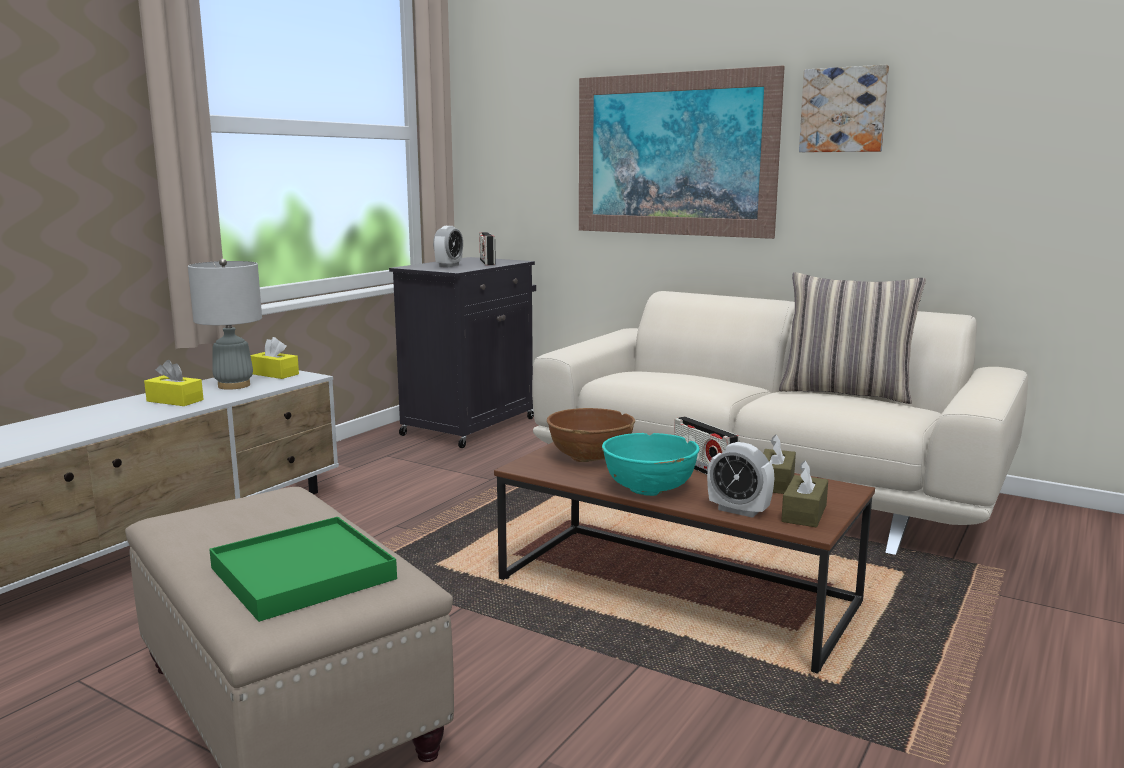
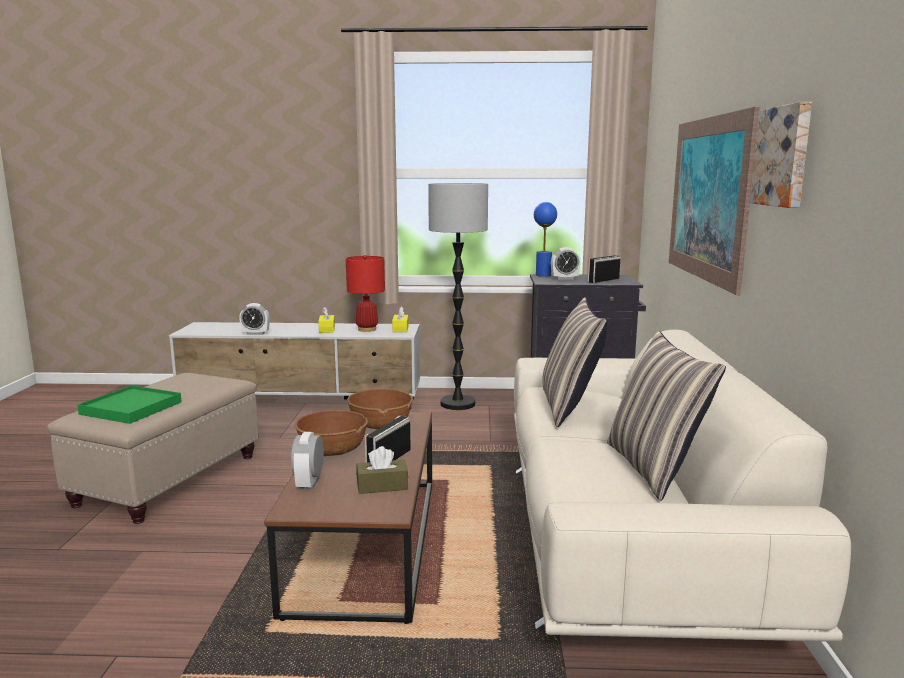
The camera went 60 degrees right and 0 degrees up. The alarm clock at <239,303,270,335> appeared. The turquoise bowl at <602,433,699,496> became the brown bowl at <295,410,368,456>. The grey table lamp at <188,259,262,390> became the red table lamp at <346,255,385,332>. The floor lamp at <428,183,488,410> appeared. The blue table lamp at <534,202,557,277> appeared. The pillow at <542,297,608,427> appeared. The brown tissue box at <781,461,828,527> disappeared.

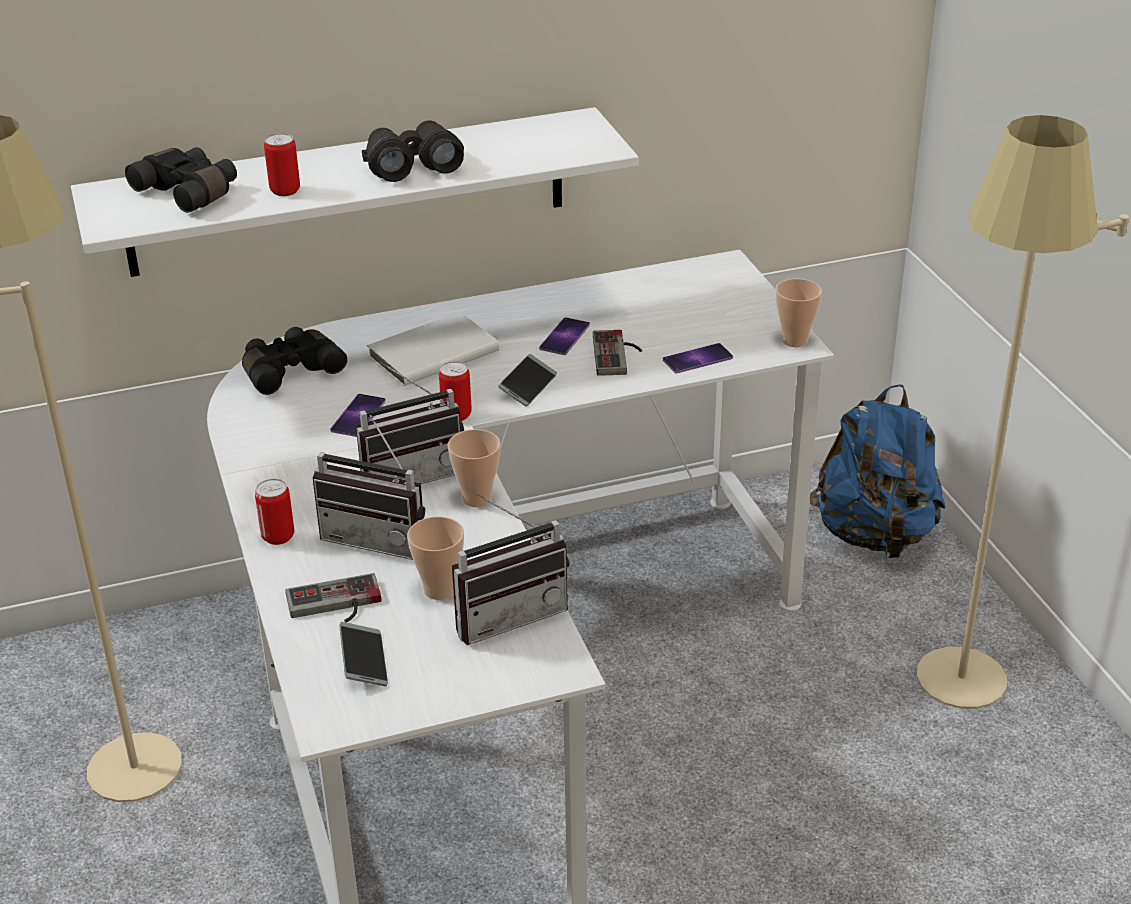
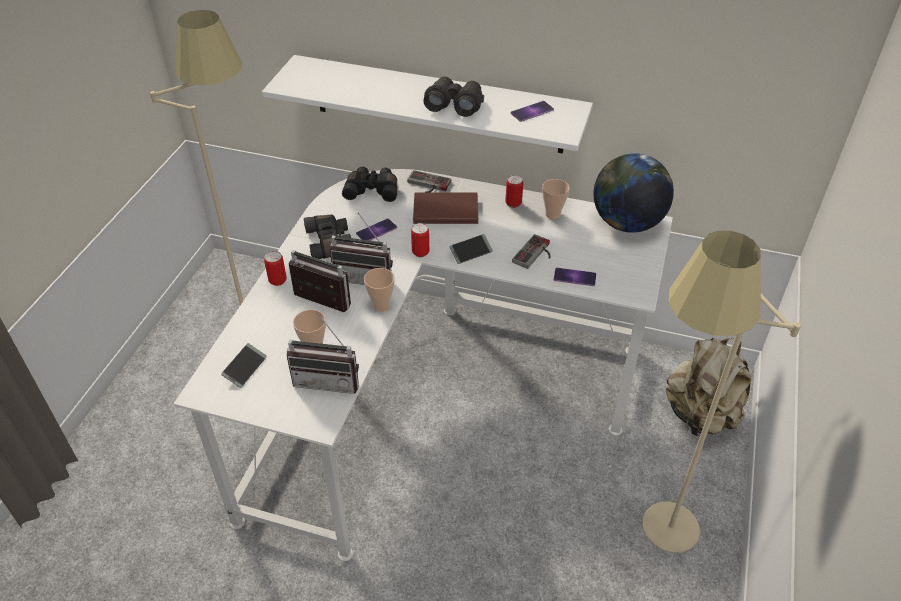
The camera went 35 degrees right and 10 degrees up. The radio at <313,415,425,560> turned 150 degrees clockwise. The black binoculars moved from <125,147,237,213> to <304,215,352,259>. The game controller moved from <286,573,381,623> to <407,170,451,193>. The white book at <367,312,499,386> became the brown book at <413,193,478,224>. The can moved from <264,133,300,196> to <506,175,523,208>. The phone moved from <539,317,590,355> to <511,101,554,122>. The cup moved from <775,279,822,347> to <542,179,570,219>. The globe at <594,153,674,233> appeared. The blue backpack at <810,384,945,558> became the beige backpack at <665,337,751,436>.

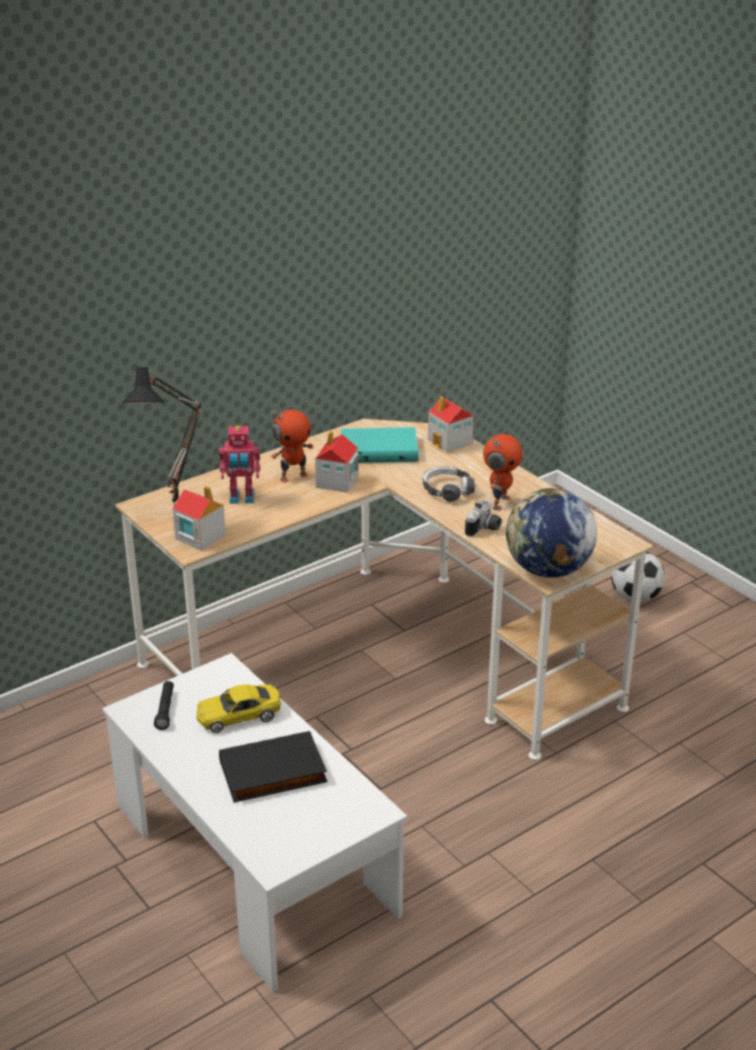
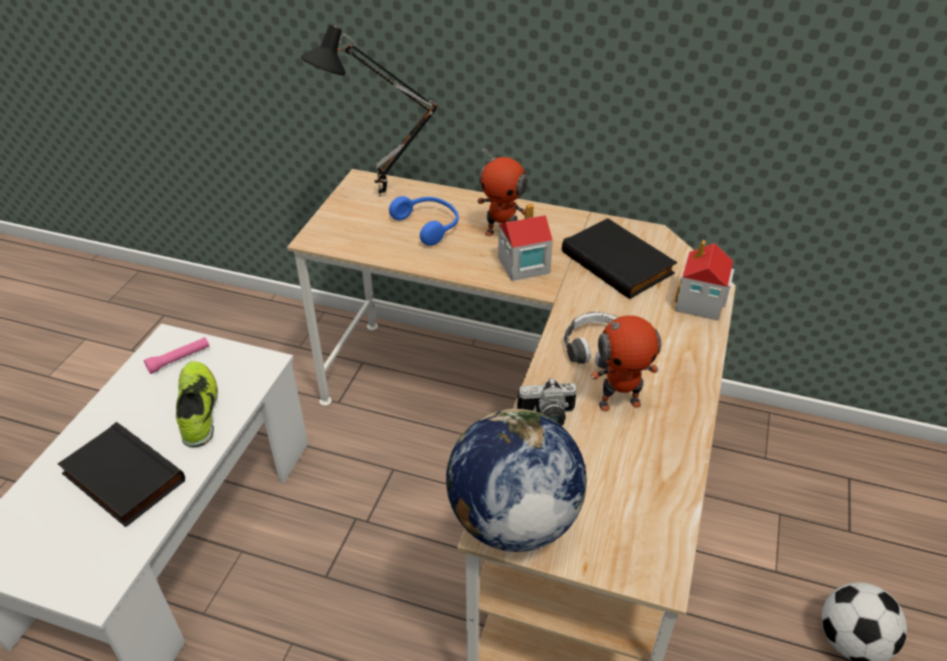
The camera went 55 degrees right and 10 degrees up. The black flashlight at <154,681,174,730> became the pink flashlight at <144,337,209,374>. The yellow toy car at <196,684,281,733> was replaced by the shoe at <176,361,218,447>. The toy robot at <219,426,260,504> was replaced by the blue headphones at <389,196,459,246>. The turquoise book at <341,427,419,463> became the black book at <562,218,677,299>. The toy house at <173,486,226,551> disappeared.

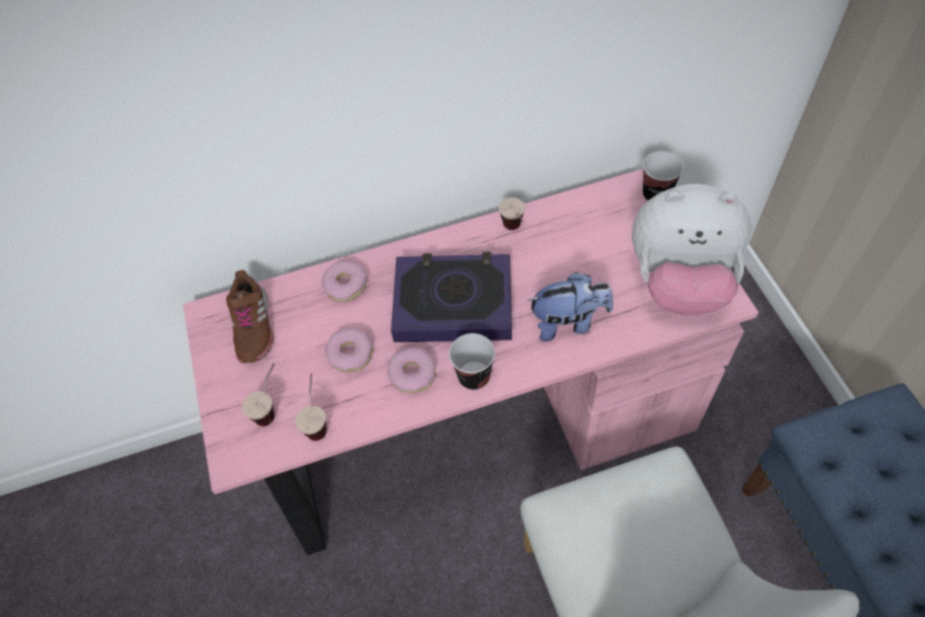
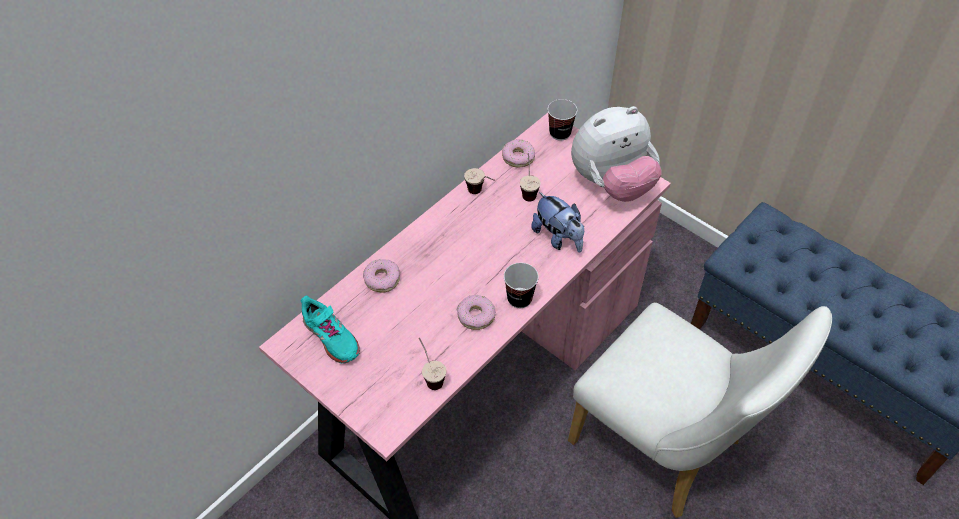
The camera went 35 degrees left and 5 degrees down. The brown shoe at <226,270,273,363> became the turquoise shoe at <300,296,360,364>. The donut moved from <325,328,373,373> to <502,139,535,167>. The cup moved from <242,363,275,426> to <520,153,541,201>. The plush toy at <528,272,613,342> turned 90 degrees clockwise. The book at <391,252,512,342> disappeared.

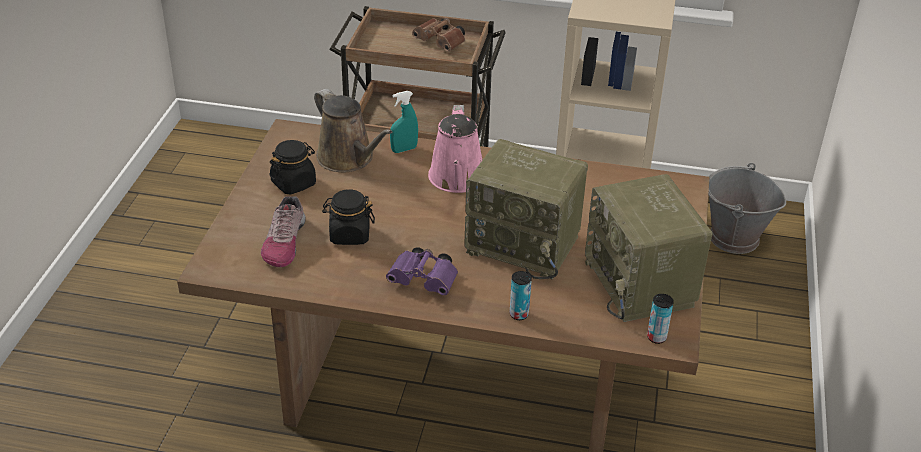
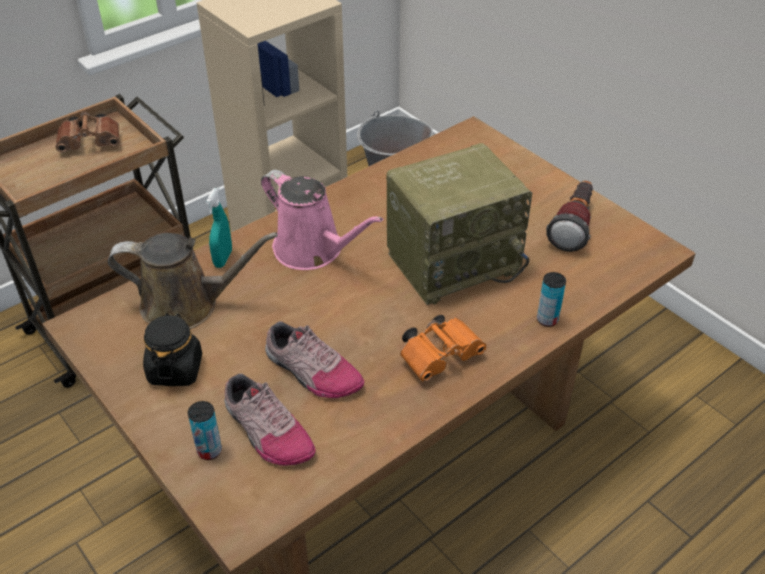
The camera went 50 degrees left and 5 degrees up. The can moved from <647,294,674,344> to <188,401,222,460>. The black jar at <322,189,375,245> was replaced by the shoe at <265,321,364,398>. The purple binoculars at <386,247,458,295> became the orange binoculars at <400,315,486,381>. The radio at <585,174,713,322> was replaced by the flashlight at <546,180,593,252>.

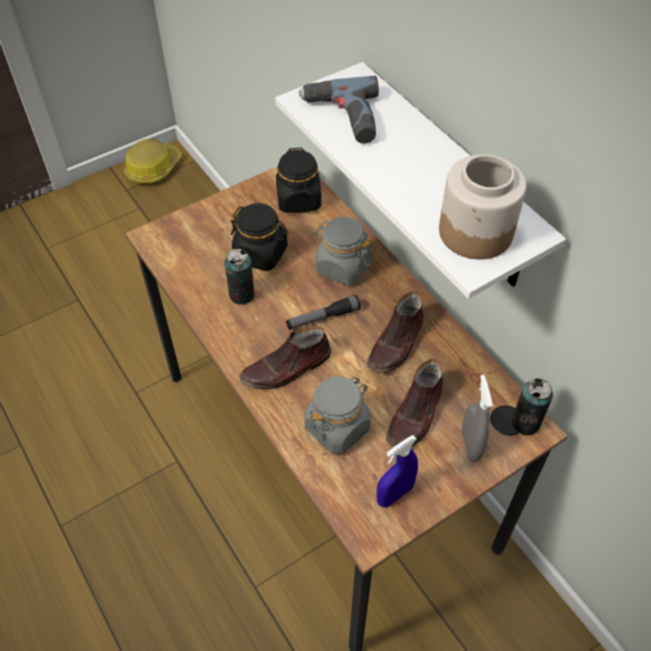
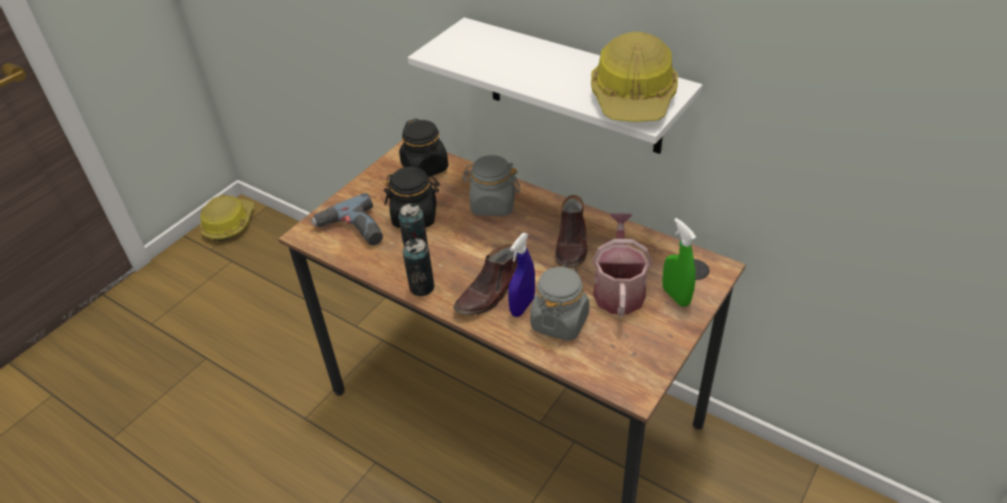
The camera went 20 degrees left and 10 degrees down. The power drill moved from <299,76,379,144> to <311,193,383,245>. The can moved from <512,378,553,435> to <403,238,435,296>. The blue spray bottle moved from <377,435,418,508> to <508,233,535,317>. The jar at <439,154,527,259> was replaced by the hard hat at <591,32,678,122>. The brown shoe at <386,359,443,447> was replaced by the watering can at <592,213,652,317>. The grey spray bottle at <462,375,493,462> became the green spray bottle at <662,218,696,307>. The flashlight at <286,295,361,330> disappeared.

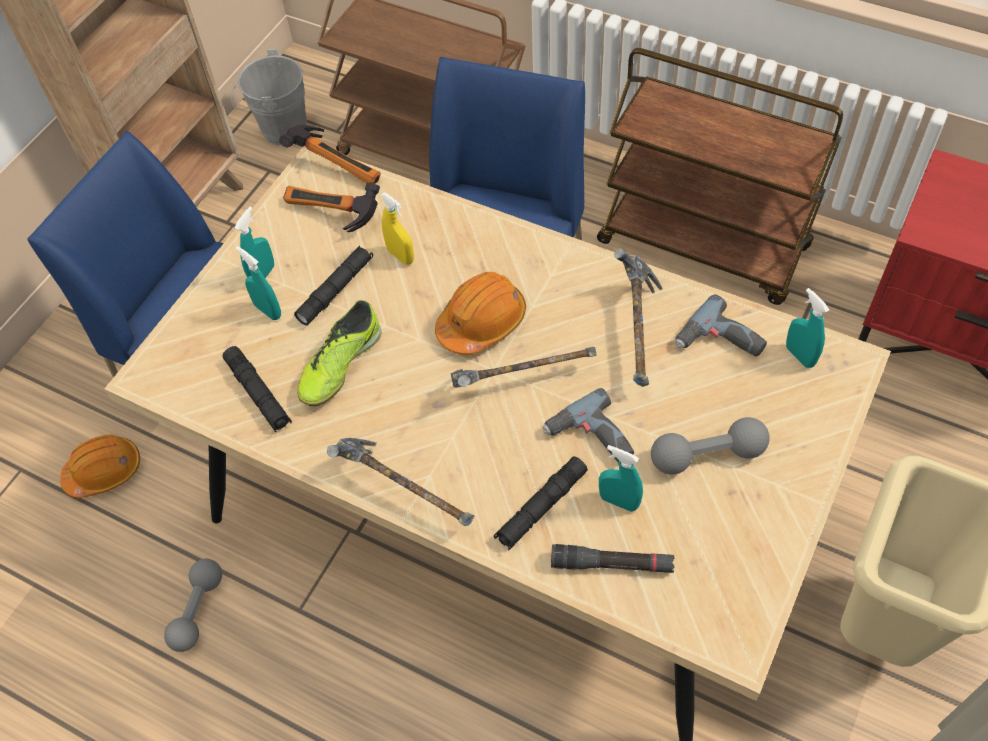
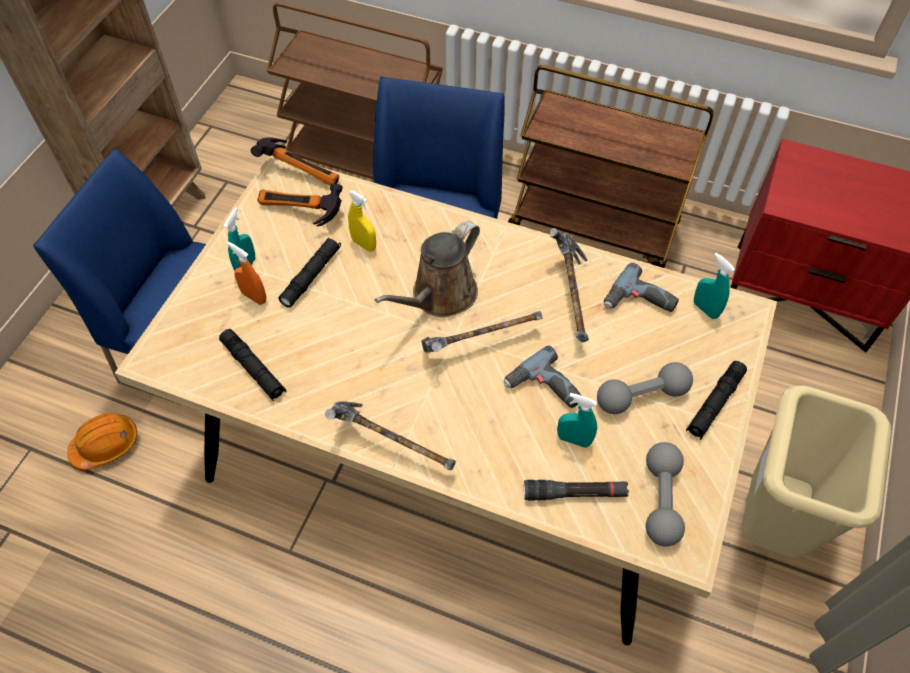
The camera went 10 degrees left and 0 degrees up. The turquoise spray bottle at <236,246,281,320> became the orange spray bottle at <227,242,266,305>. The orange hard hat at <435,272,526,355> was replaced by the brown watering can at <375,221,480,317>. The grey dumbbell moved from <164,559,222,652> to <646,442,685,546>. The black flashlight moved from <494,456,588,550> to <686,361,747,440>. The grey bucket at <231,49,307,146> disappeared. The shoe at <297,300,381,406> disappeared.

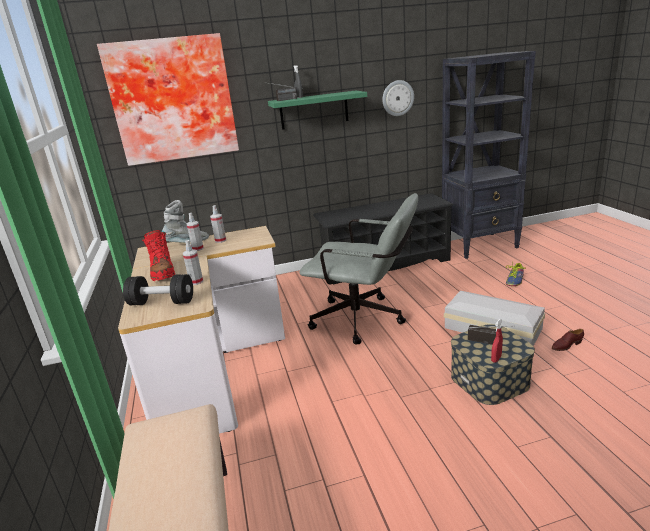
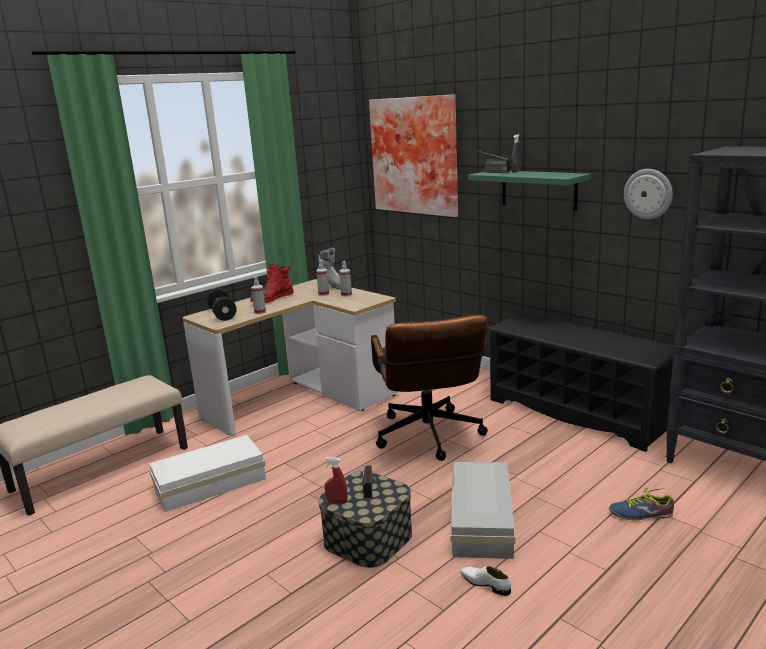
The camera went 60 degrees right and 5 degrees down. The white storage box at <149,435,266,512> appeared. The grey office chair at <299,193,418,345> became the brown office chair at <371,315,488,461>. The brown shoe at <552,329,584,351> became the white shoe at <461,566,511,596>.

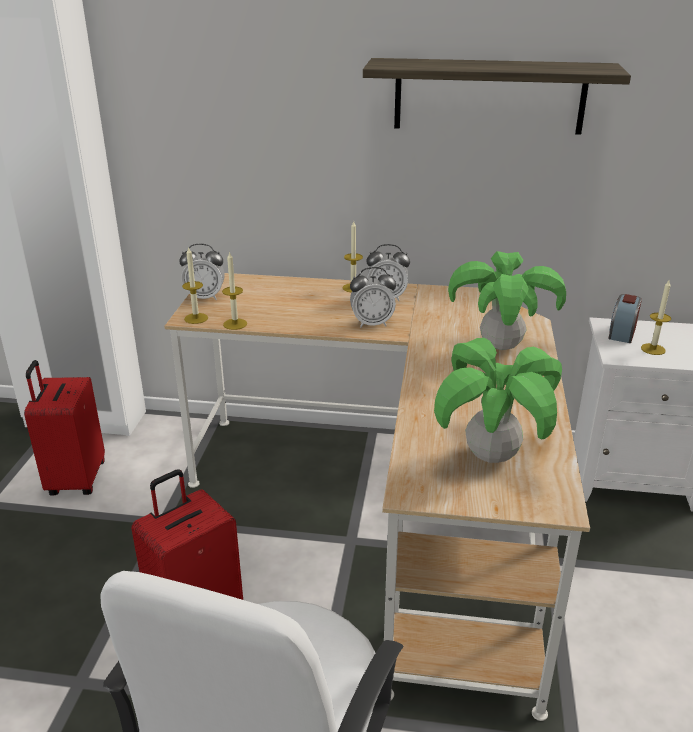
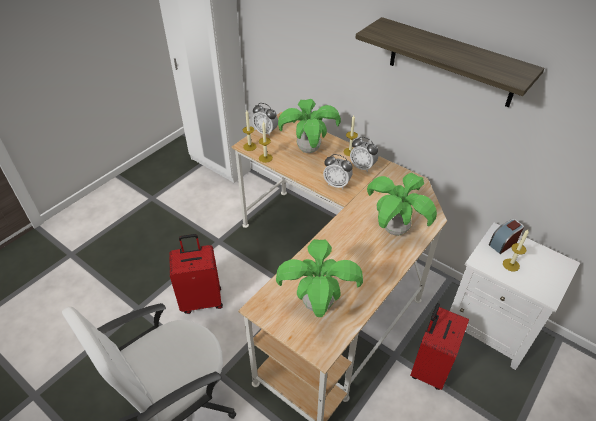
The camera went 30 degrees right and 15 degrees up. The potted plant at <278,99,341,153> appeared. The red suitcase moved from <24,360,105,495> to <410,303,469,390>.

